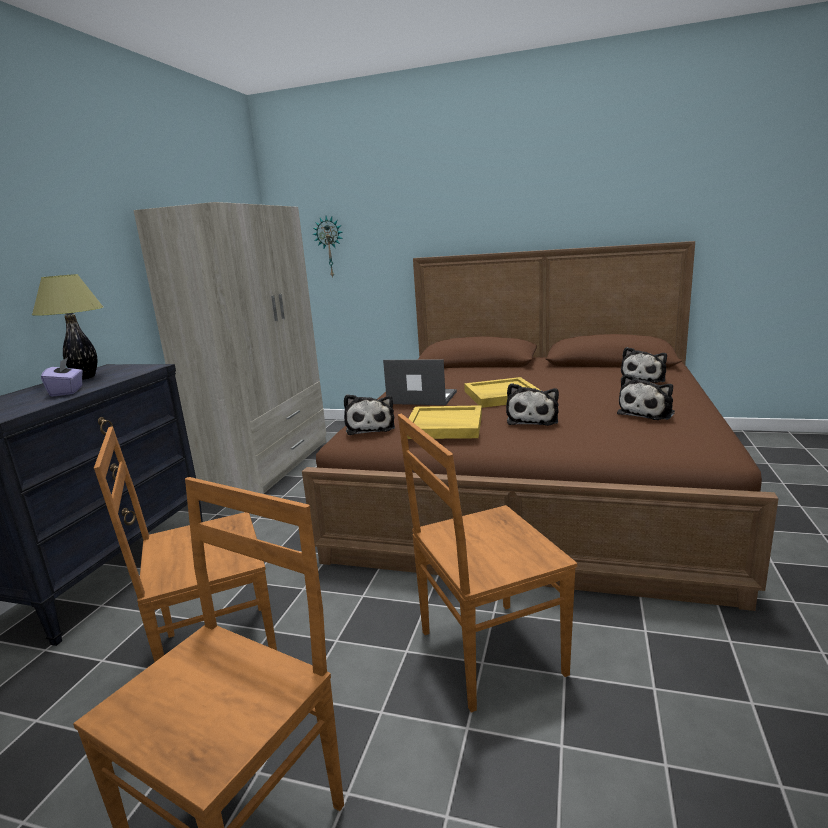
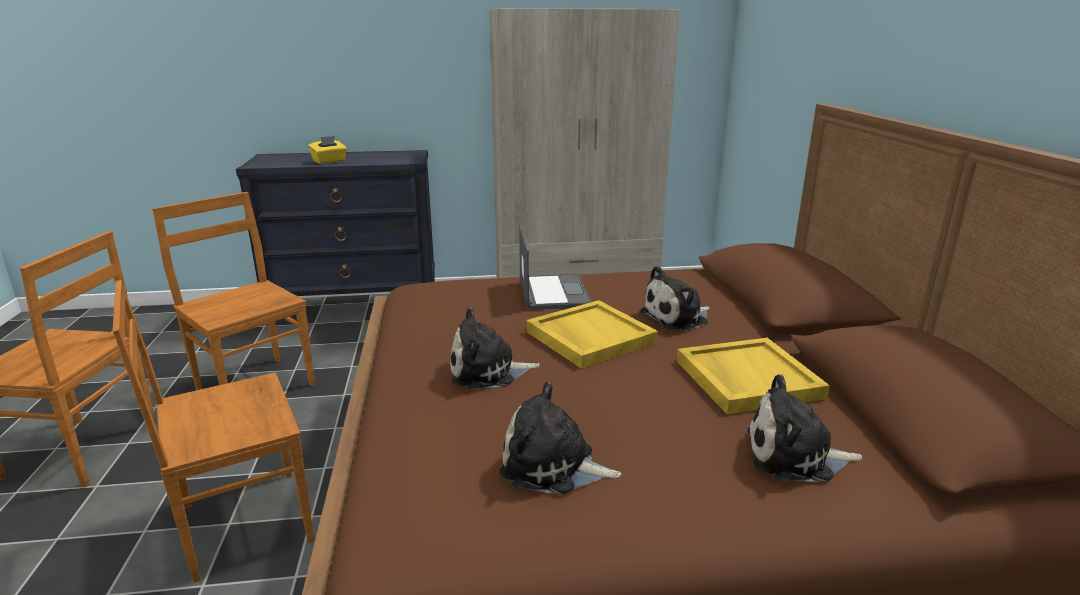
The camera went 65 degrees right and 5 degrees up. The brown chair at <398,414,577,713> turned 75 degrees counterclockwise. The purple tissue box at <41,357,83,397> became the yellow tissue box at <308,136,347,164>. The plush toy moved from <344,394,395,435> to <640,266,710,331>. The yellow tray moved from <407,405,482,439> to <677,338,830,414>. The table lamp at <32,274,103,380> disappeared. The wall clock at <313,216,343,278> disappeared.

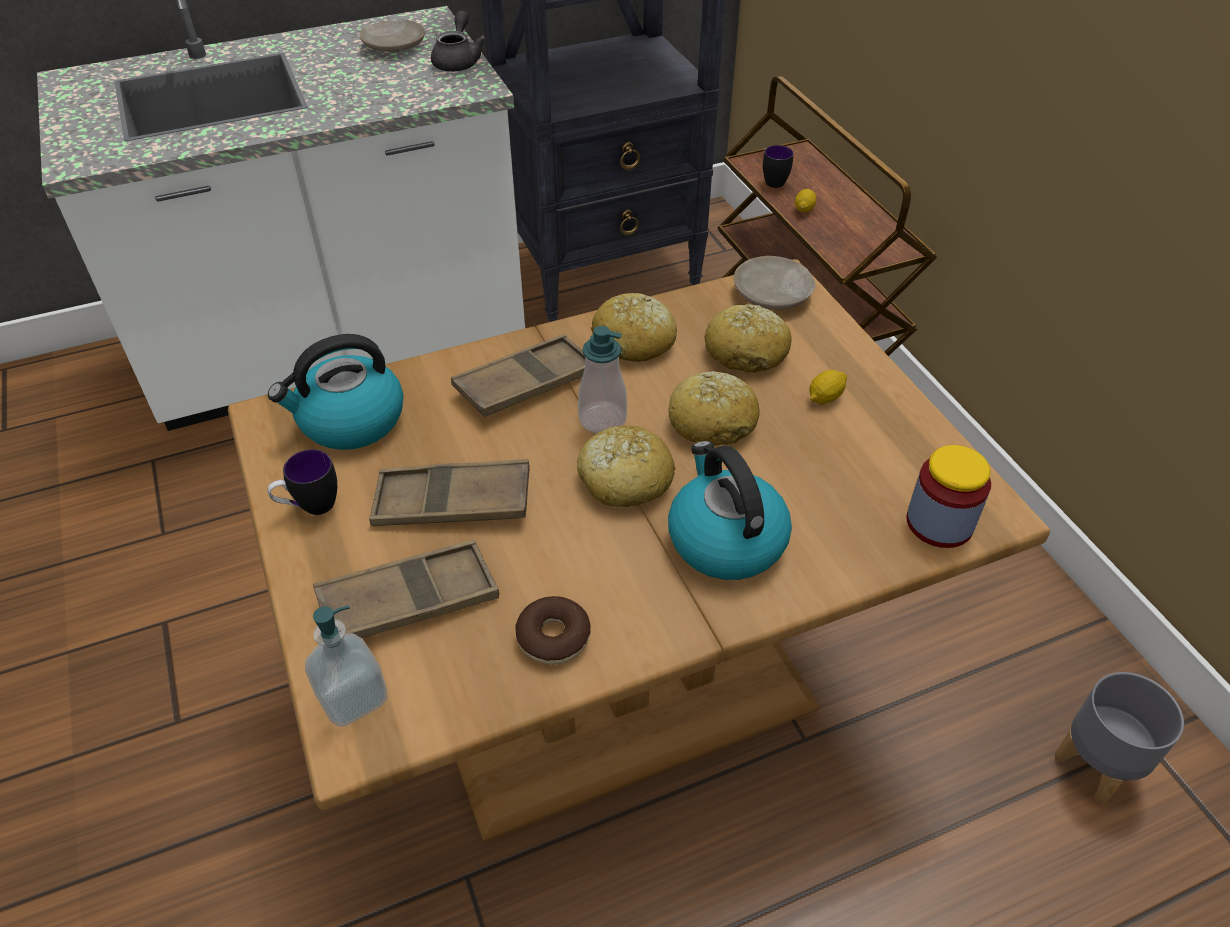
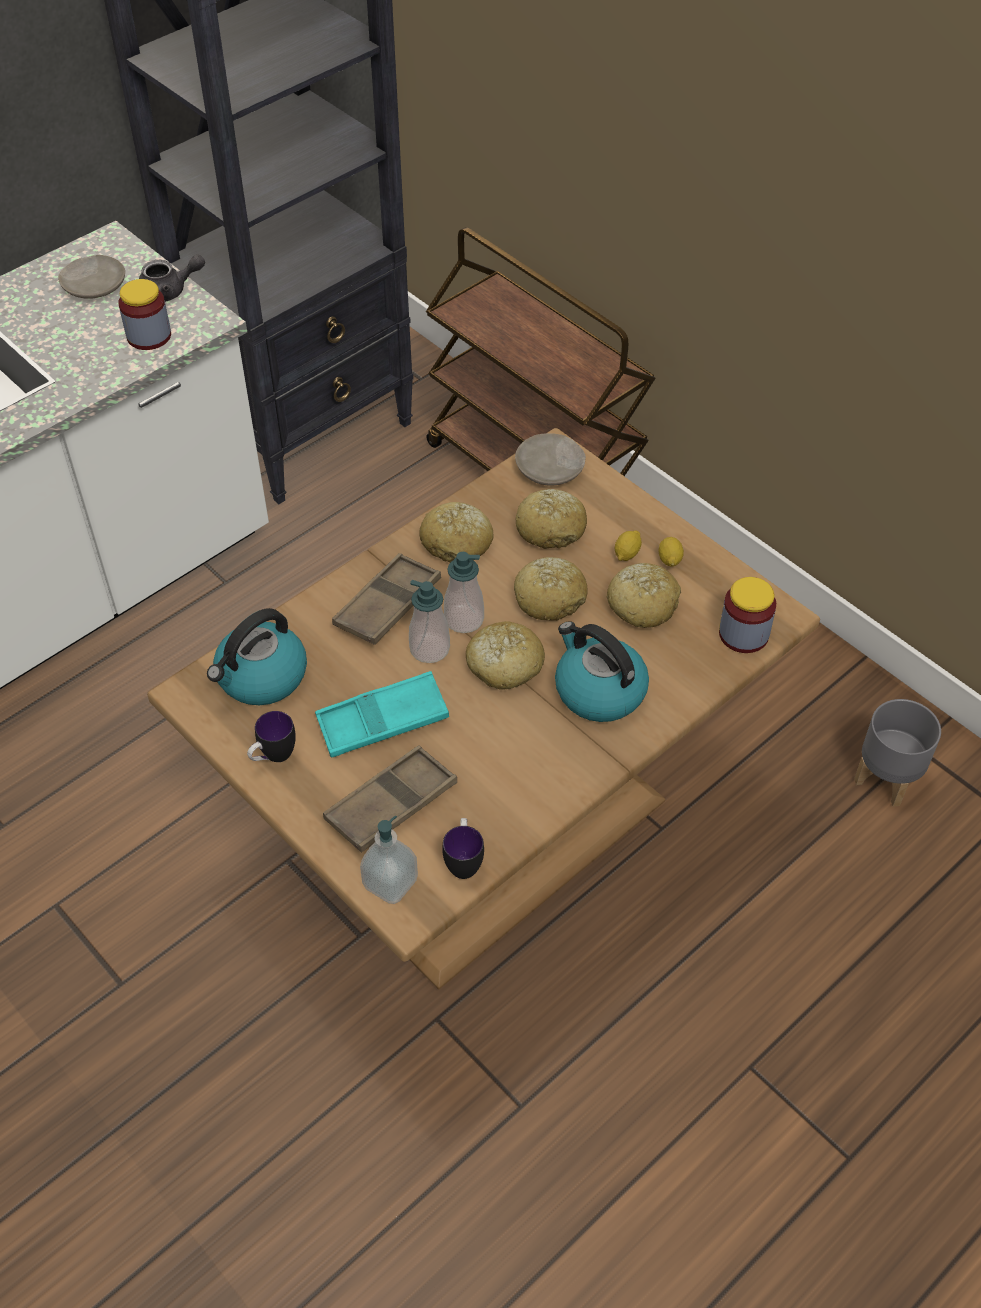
The camera went 20 degrees left and 5 degrees up. The jar at <118,279,171,350> appeared. The grey teapot at <431,11,487,72> turned 90 degrees clockwise. The brown tray at <369,459,530,526> became the turquoise tray at <315,671,449,758>. The soap dispenser at <409,580,450,663> appeared. The mug moved from <763,145,794,188> to <442,818,484,879>. The bread at <606,563,681,628> appeared. The lemon moved from <795,189,817,213> to <659,537,684,567>. The donut at <515,596,590,665> disappeared.

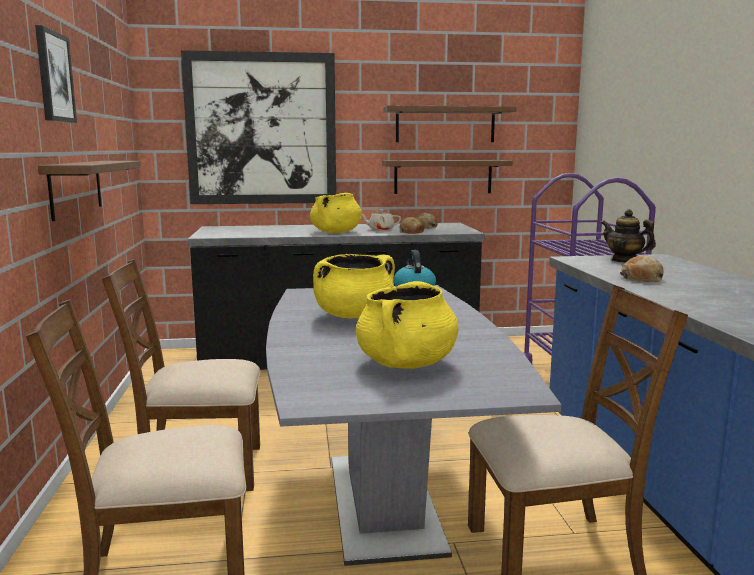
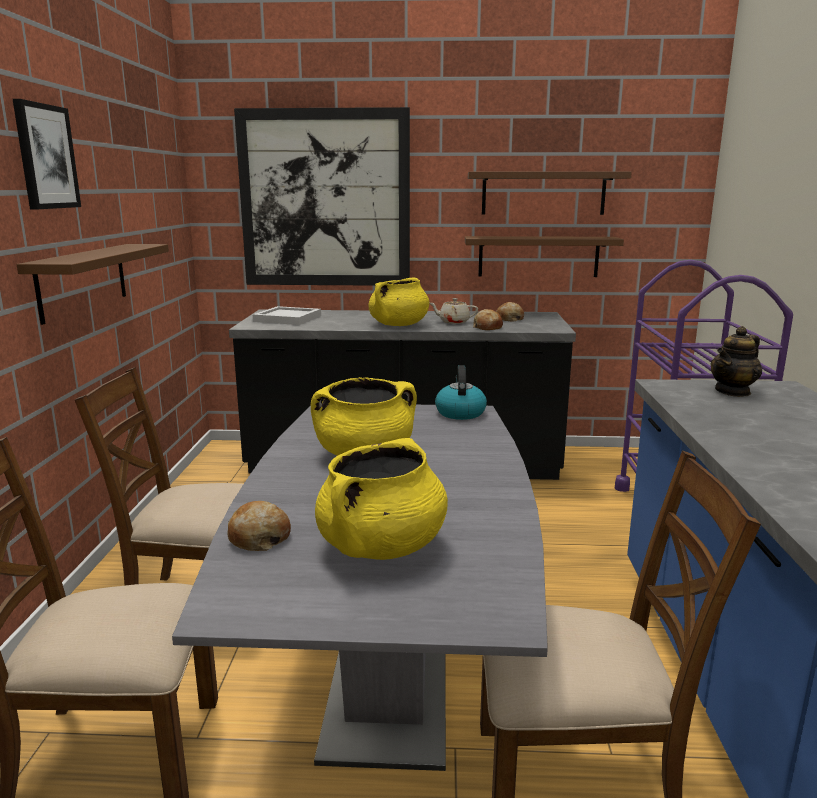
The camera went 10 degrees right and 5 degrees up. The bread moved from <620,255,664,282> to <227,501,291,551>. The white tray at <252,306,321,325> appeared. The teapot at <601,209,656,263> turned 90 degrees counterclockwise.

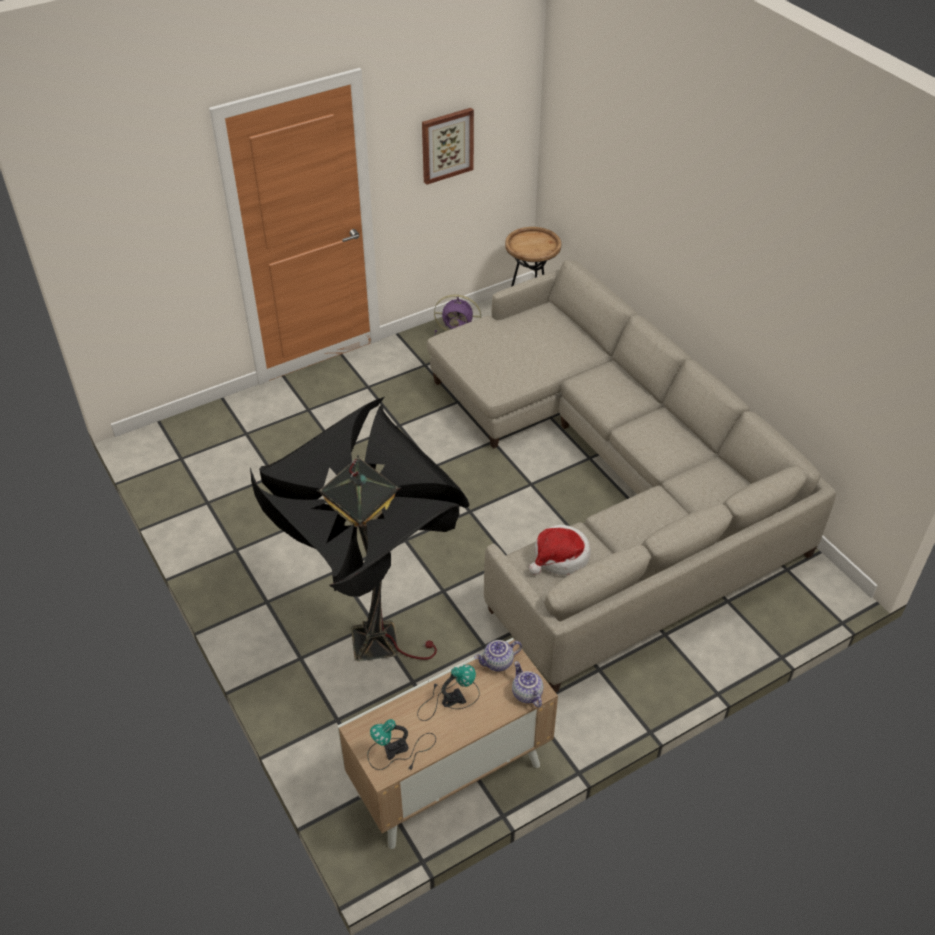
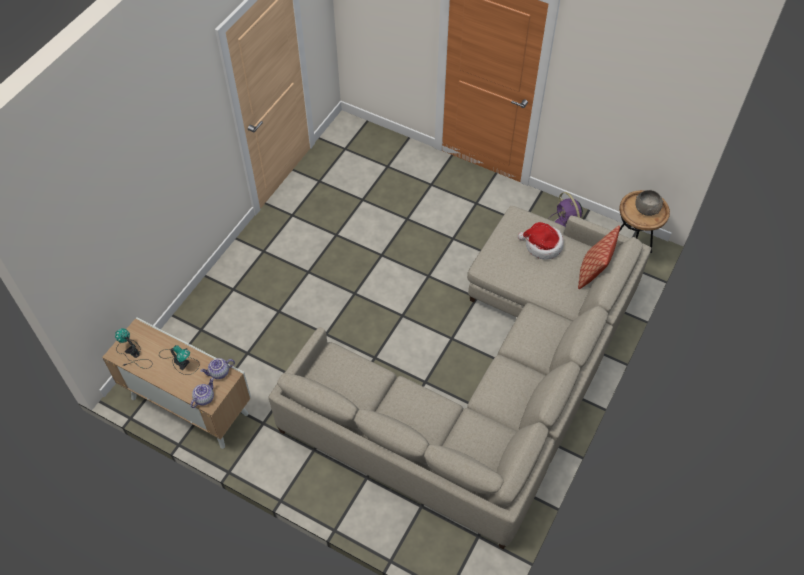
The camera went 60 degrees right and 10 degrees up. The teapot at <474,640,522,671> turned 60 degrees counterclockwise. The hat moved from <529,525,591,575> to <518,222,564,260>. The pillow at <578,225,620,289> appeared. The grey bowl at <636,190,663,216> appeared. The black floor lamp at <250,397,470,662> disappeared. The picture at <422,108,474,185> disappeared.

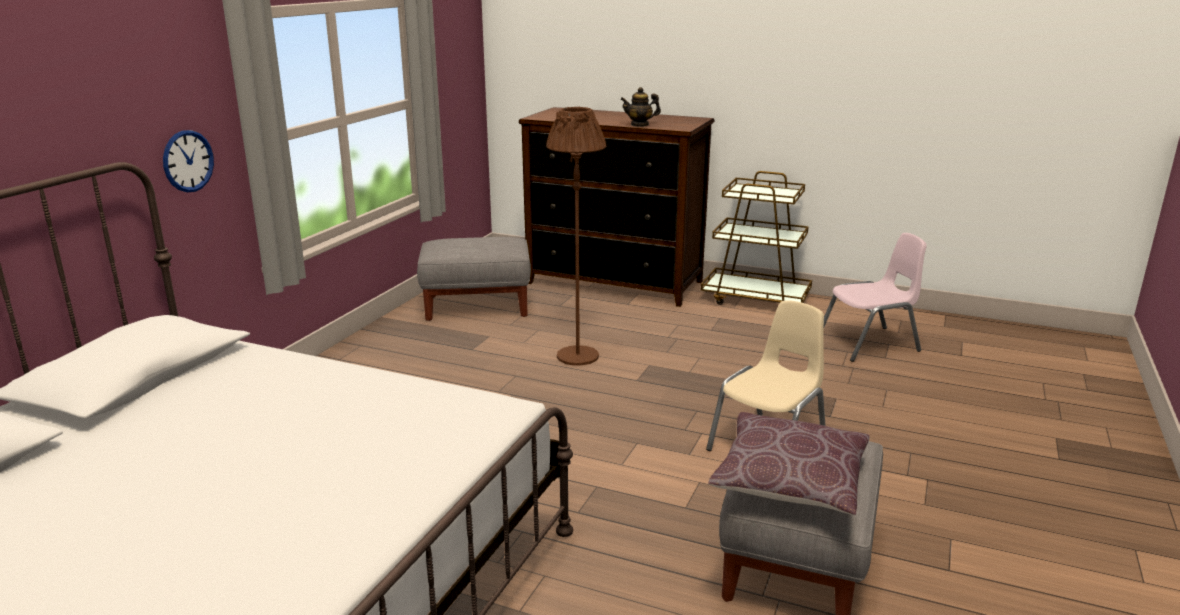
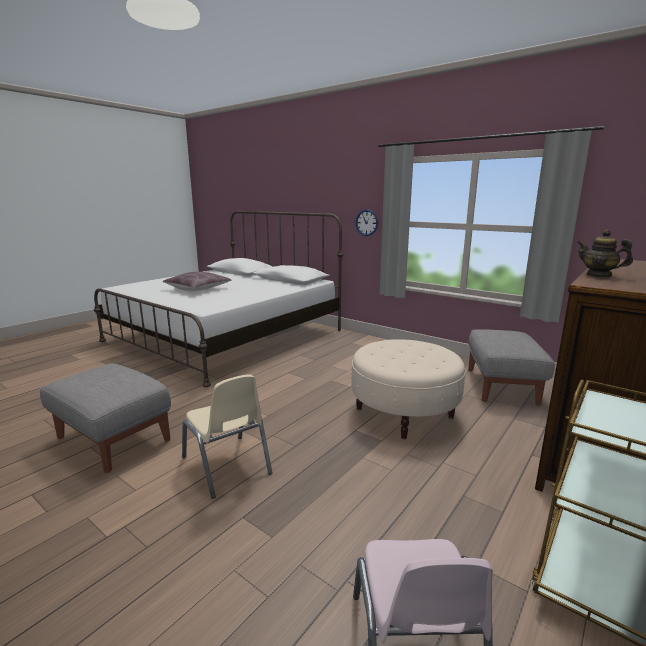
The camera went 105 degrees right and 5 degrees down. The brown pillow moved from <708,412,870,515> to <163,272,231,291>. The brown floor lamp at <546,107,606,366> was replaced by the beige ottoman at <351,339,466,439>. The teapot at <620,87,661,127> turned 60 degrees counterclockwise.

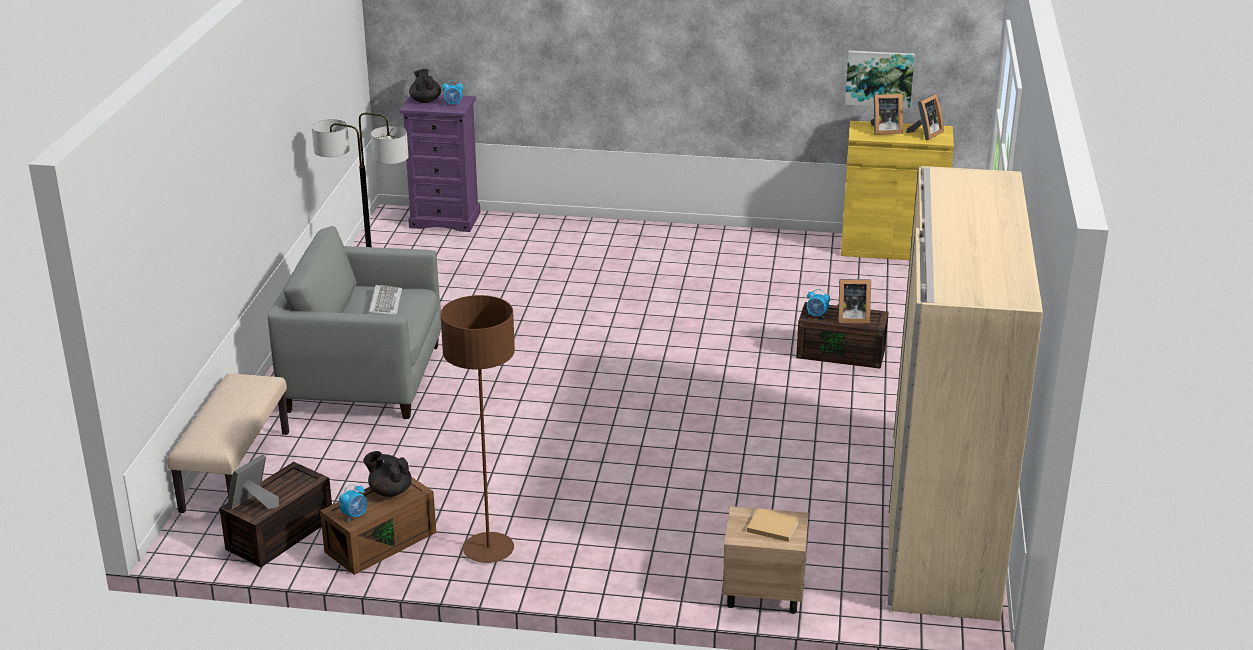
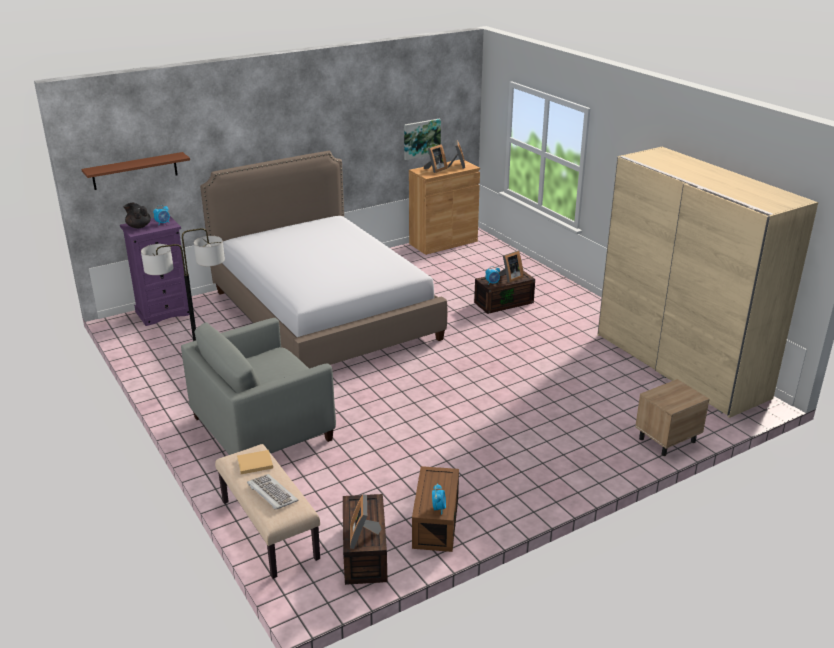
The camera went 40 degrees left and 0 degrees up. The brown shelf at <81,152,190,190> appeared. The bed at <200,151,447,369> appeared. The beige book moved from <747,508,799,542> to <237,450,273,474>. The keyboard moved from <369,285,402,315> to <247,474,298,510>. The yellow cabinet at <841,121,954,260> became the brown cabinet at <409,160,480,255>. The black teapot at <363,451,412,497> disappeared. The brown floor lamp at <440,295,515,563> disappeared.

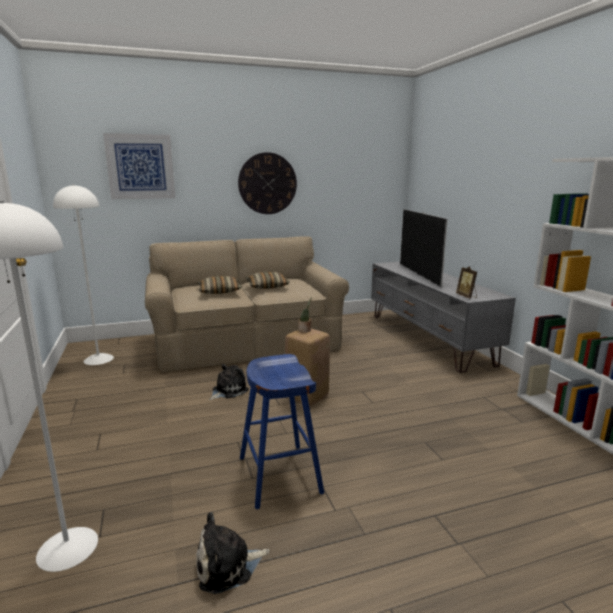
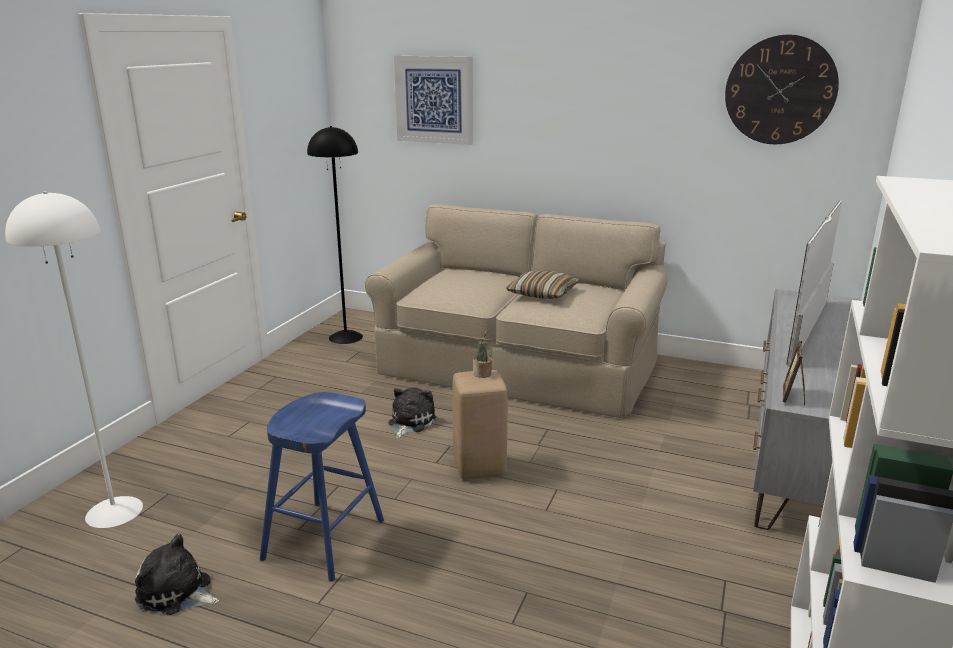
The camera went 40 degrees right and 5 degrees up. The white floor lamp at <53,184,114,365> became the black floor lamp at <307,126,363,344>. The plush toy at <209,364,249,400> turned 60 degrees counterclockwise. The wall clock moved from <238,152,297,214> to <725,35,839,144>. The pillow at <198,276,242,294> disappeared.

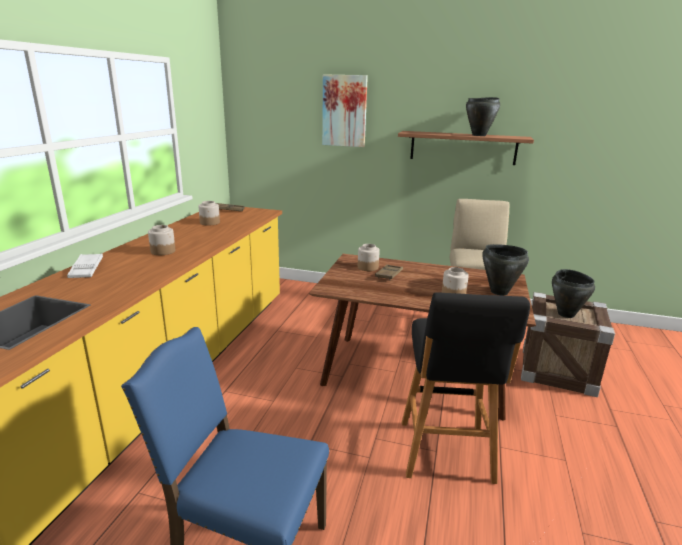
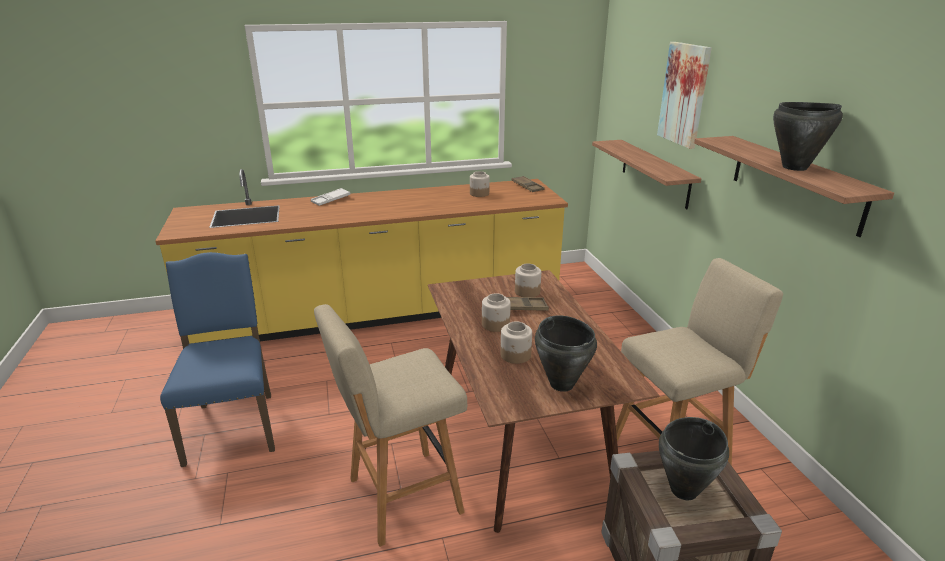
The camera went 60 degrees right and 5 degrees up. The black stool at <402,293,530,484> became the beige stool at <314,304,467,547>. The jar moved from <148,225,175,255> to <482,293,511,332>. The shelf at <592,140,702,209> appeared.

